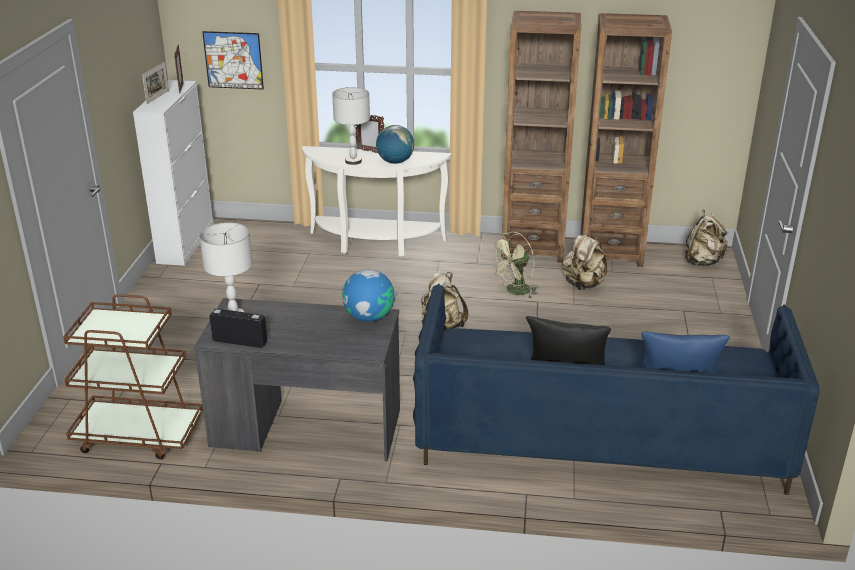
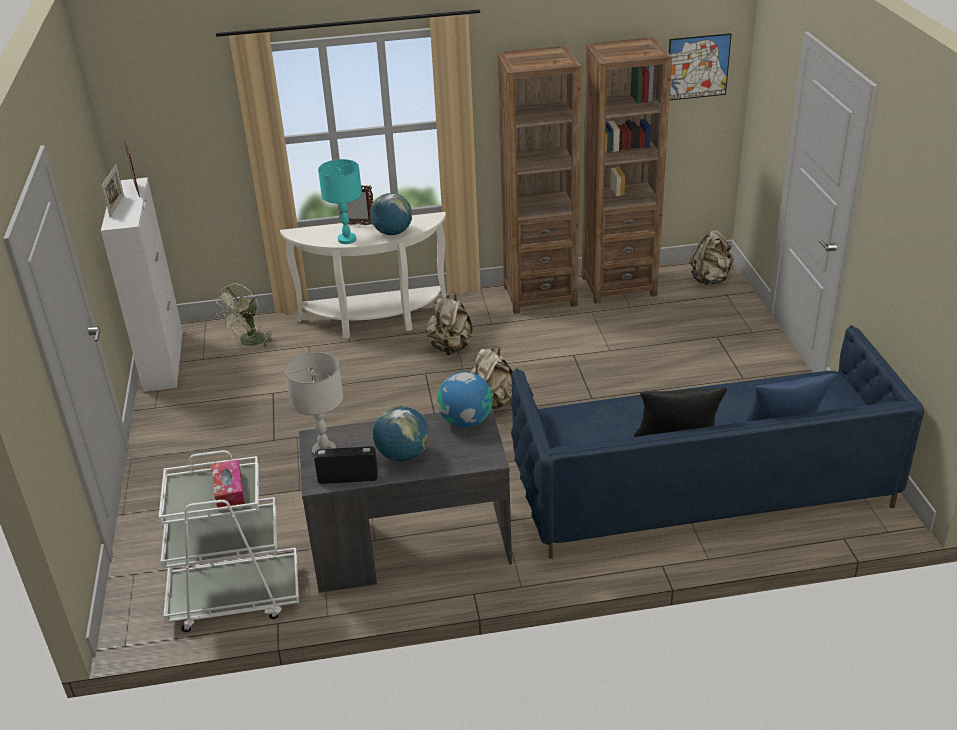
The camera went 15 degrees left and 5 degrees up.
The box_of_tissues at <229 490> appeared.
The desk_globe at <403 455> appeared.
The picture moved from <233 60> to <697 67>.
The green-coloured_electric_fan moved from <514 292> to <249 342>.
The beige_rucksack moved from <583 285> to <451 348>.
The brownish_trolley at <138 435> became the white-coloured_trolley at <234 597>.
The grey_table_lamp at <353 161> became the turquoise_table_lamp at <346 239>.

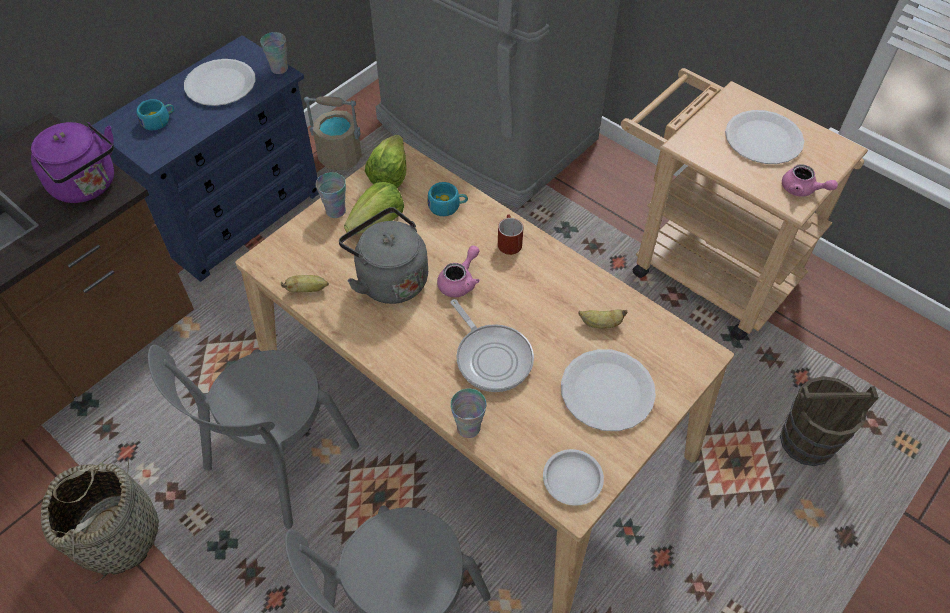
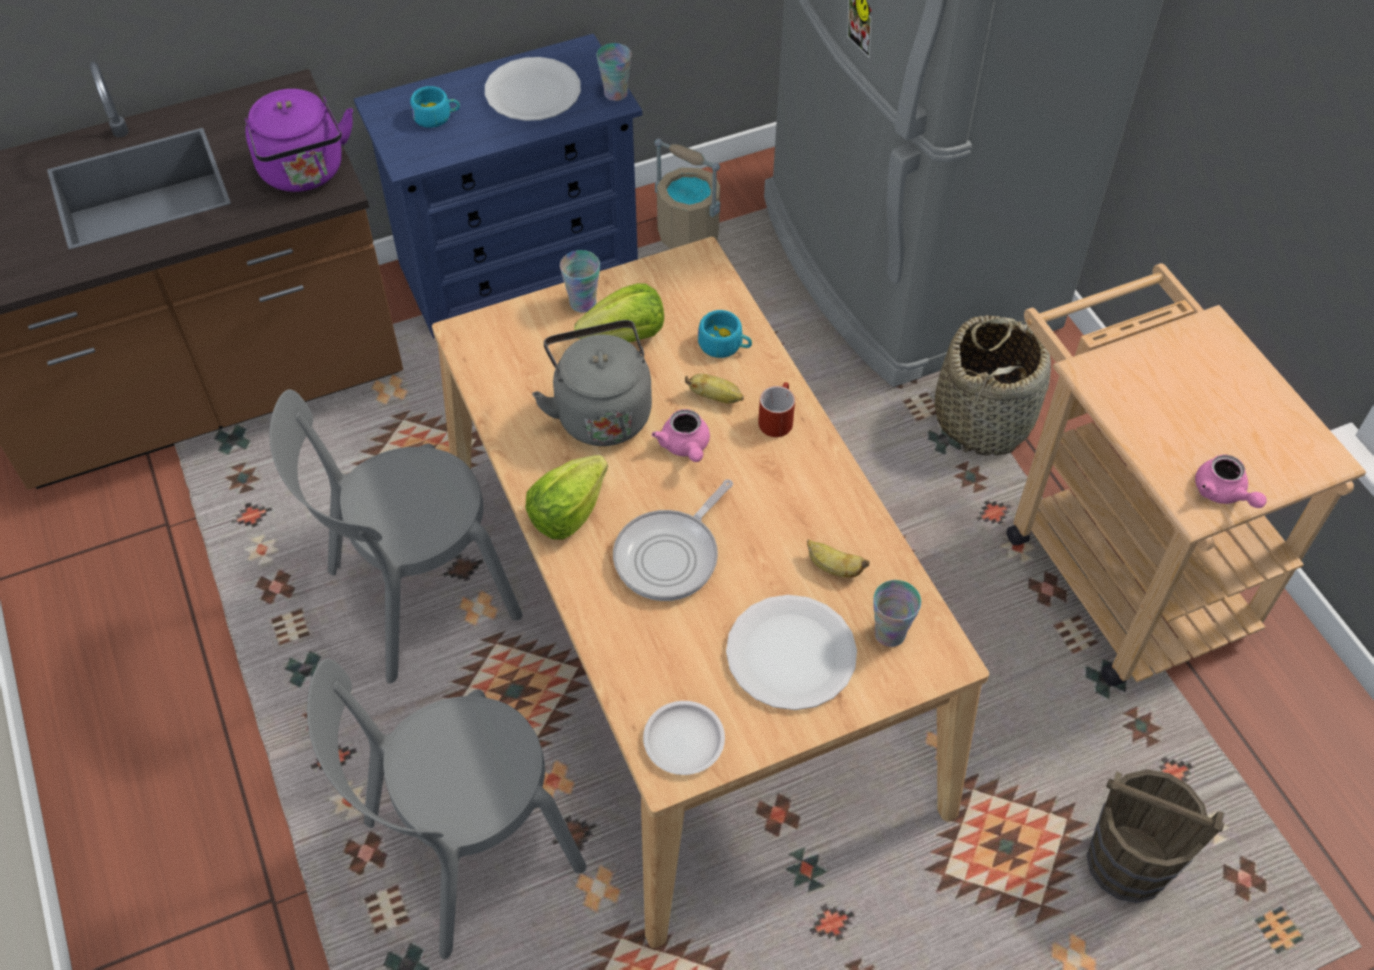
The camera went 25 degrees right and 0 degrees up.
The white-coloured_flat_dish at <763 139> disappeared.
The basket moved from <118 534> to <984 418>.
The banana_fruit moved from <307 290> to <715 397>.
The lettuce moved from <389 175> to <568 512>.
The cup moved from <468 427> to <890 633>.
The pink_tea_pot at <460 281> turned 105 degrees clockwise.
The frying_pan at <492 357> turned 45 degrees clockwise.

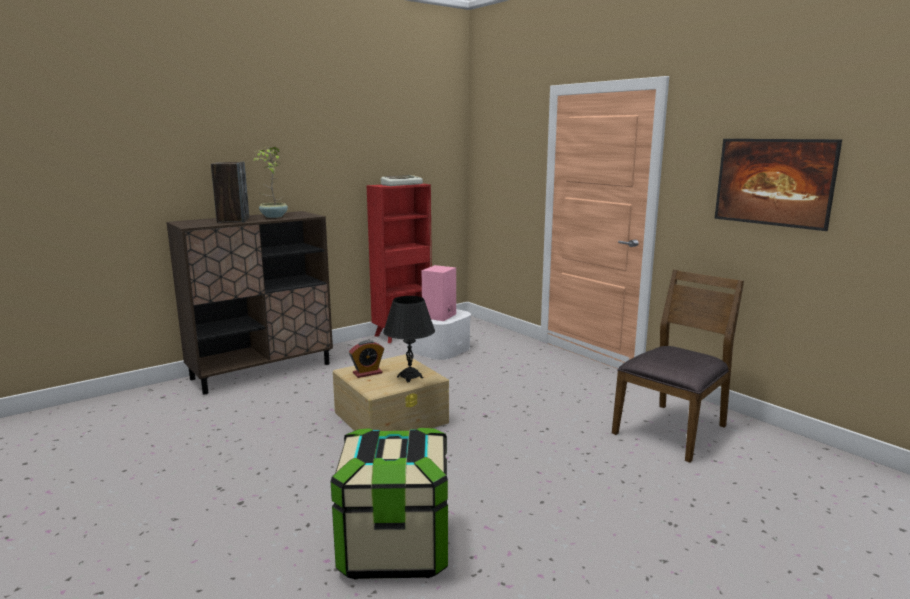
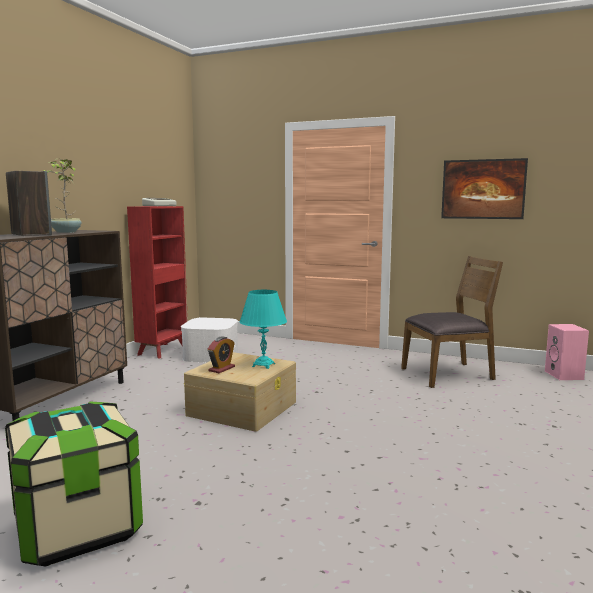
The camera went 30 degrees left and 5 degrees down.
The storage_container moved from <395 547> to <78 528>.
The pink_audio_speaker moved from <439 316> to <565 375>.
The black_table_lamp at <410 377> became the turquoise_table_lamp at <263 365>.
The brownish_chair at <672 430> turned 60 degrees clockwise.

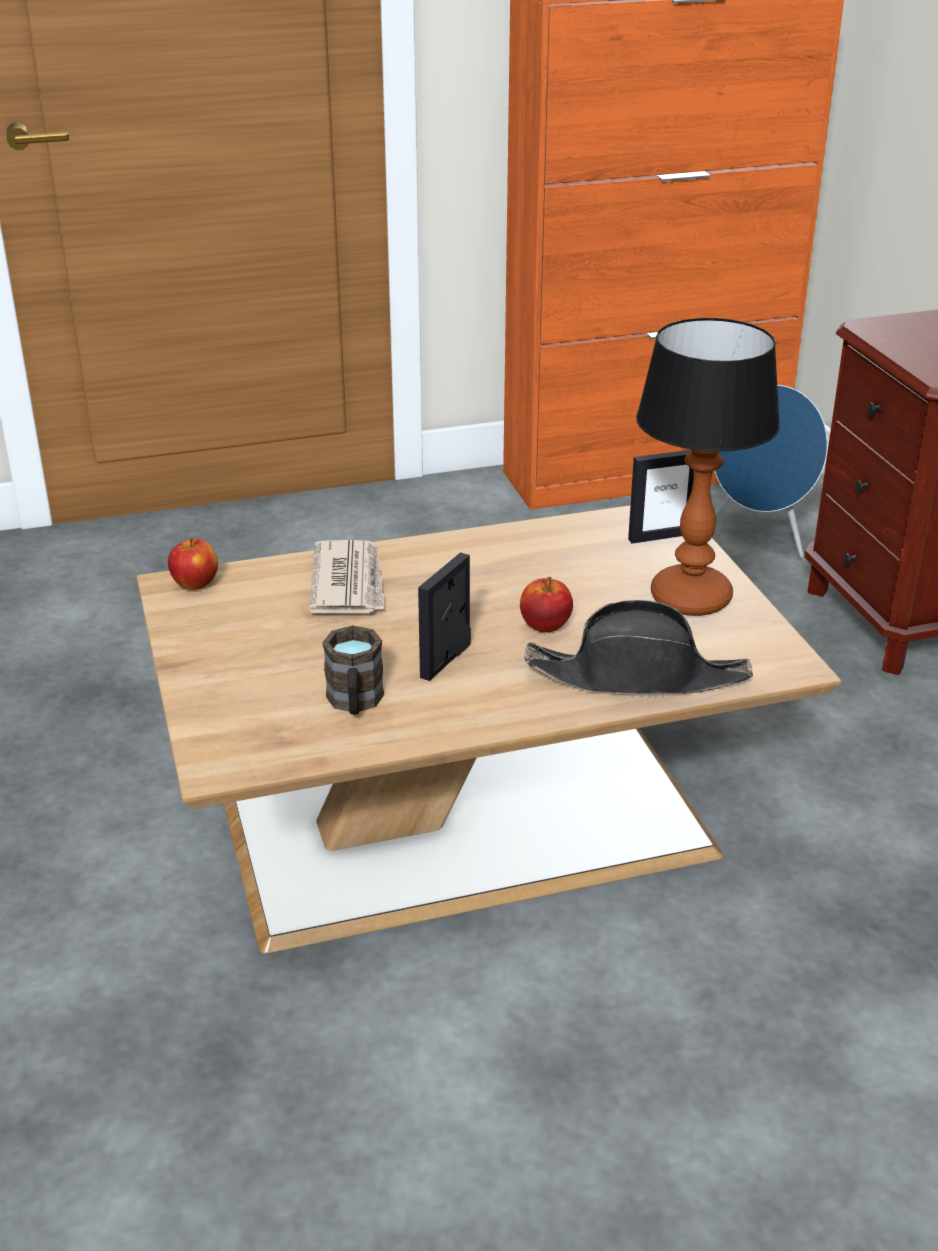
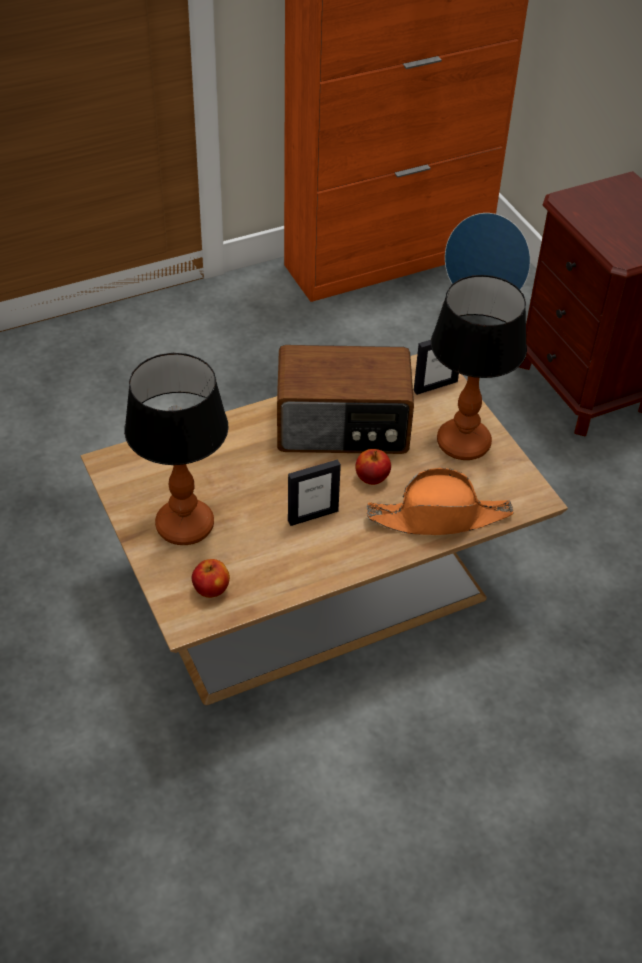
The camera went 10 degrees left and 15 degrees up.
The printed_paper at <349 582> disappeared.
The brownish_coffee_mug at <355 703> disappeared.
The table_lamp at <183 526> appeared.
The radio at <343 427> appeared.
The apple moved from <195 584> to <211 589>.
The black_hat at <638 676> became the orange_hat at <439 517>.
The photo_frame at <446 661> turned 135 degrees counterclockwise.

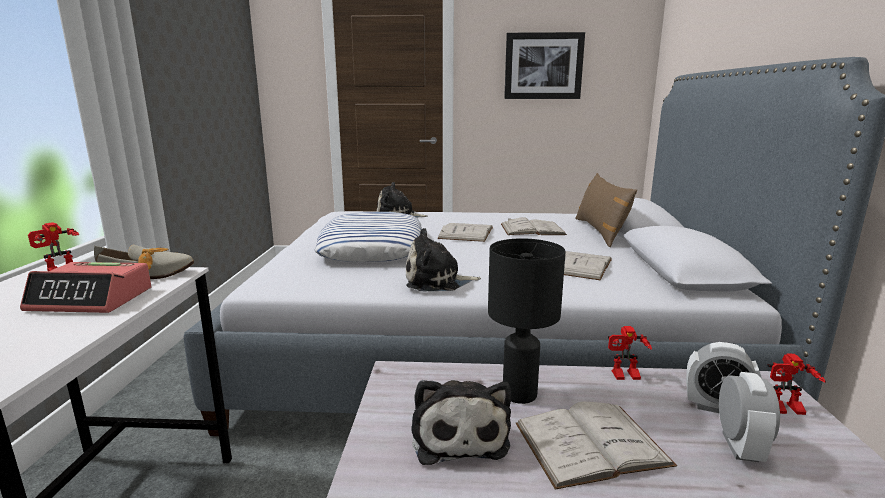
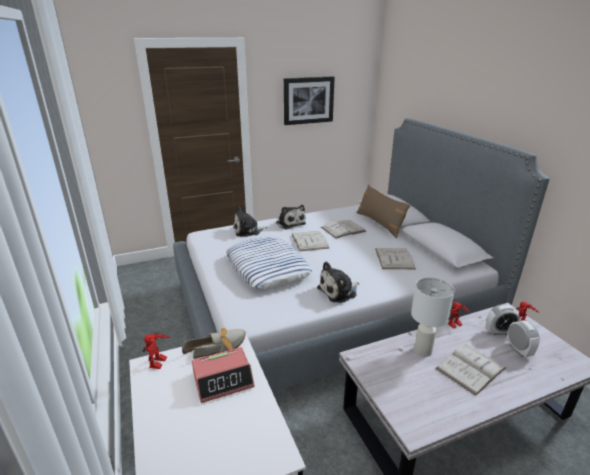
The camera went 25 degrees left and 10 degrees up.
The soft_toy moved from <459 434> to <290 223>.
The black_table_lamp at <520 394> became the white-coloured_table_lamp at <423 351>.

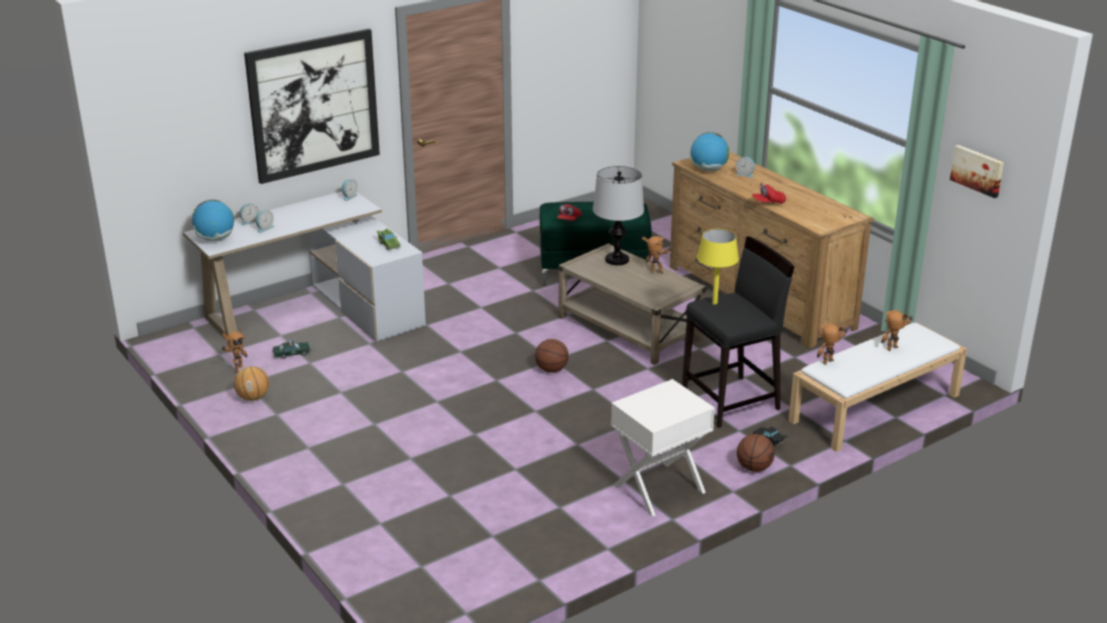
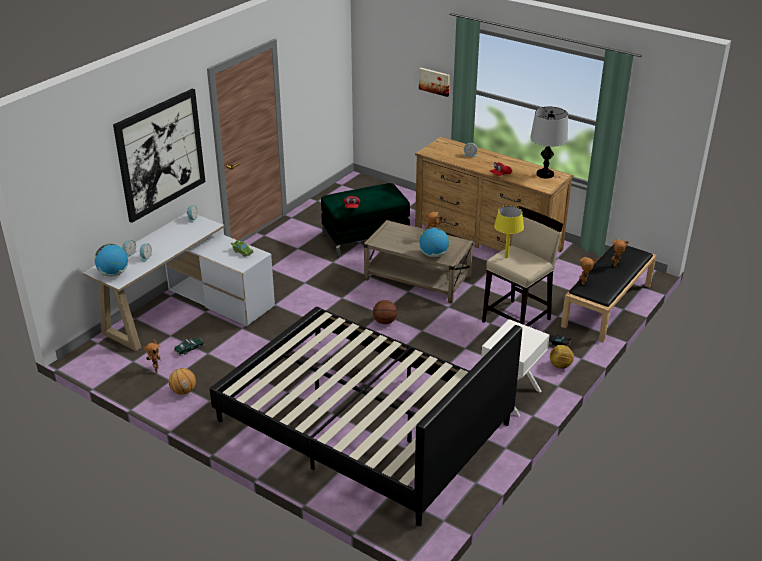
The camera went 20 degrees left and 5 degrees up.
The black_sleeping_bed at <363 423> appeared.
The table_lamp moved from <617 260> to <545 174>.
The desk_globe moved from <708 170> to <433 255>.
The picture moved from <978 170> to <434 81>.
The basketball at <754 467> was replaced by the football at <560 365>.
The black_stool at <731 402> became the beige_stool at <517 320>.
The white-coloured_long_seat at <874 408> became the black_long_seat at <607 306>.

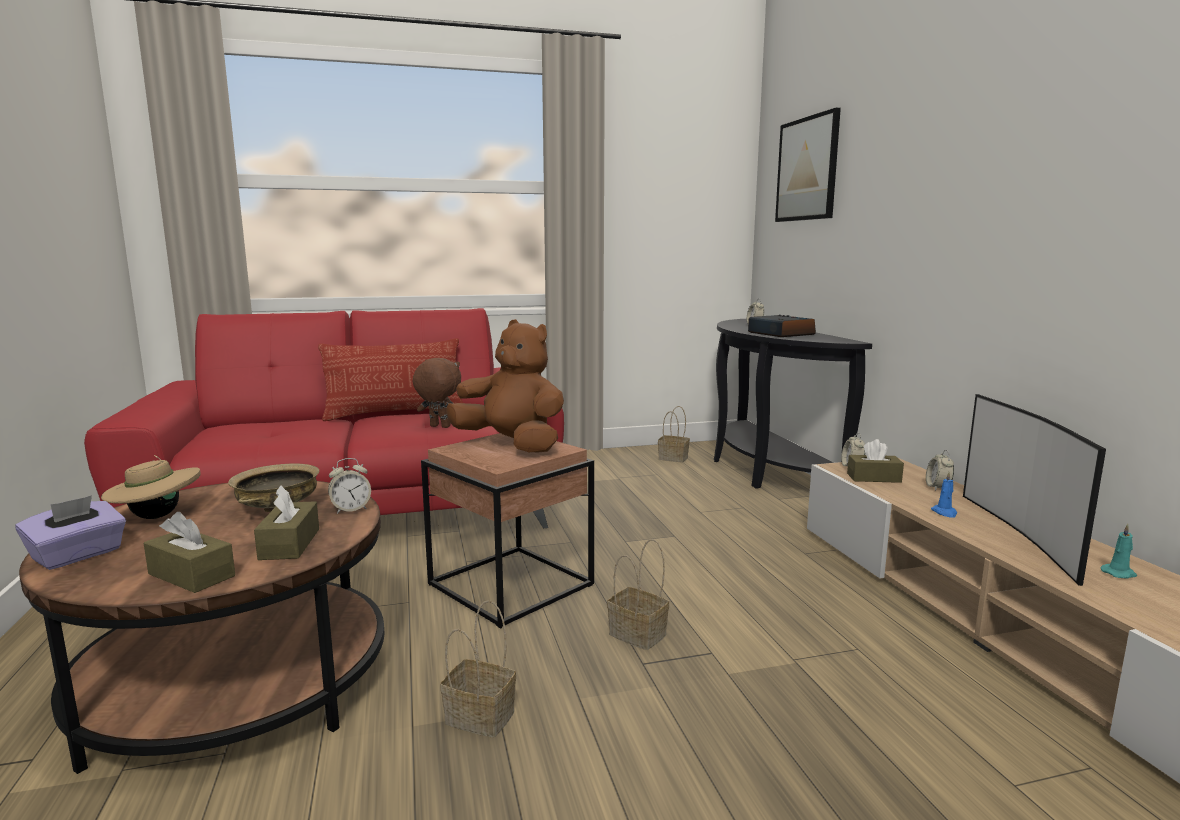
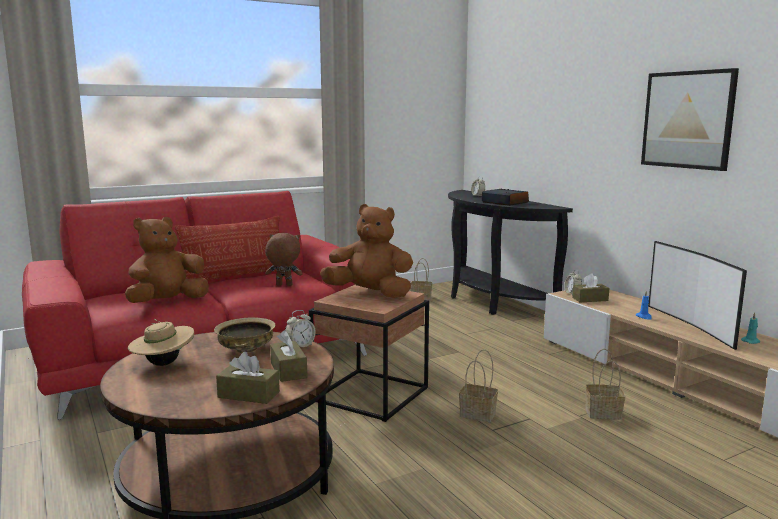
The camera went 15 degrees left and 0 degrees up.
The purplish_box_of_tissues at <78 555> disappeared.
The bedside_clock at <937 488> disappeared.
The brownish_soft_toy at <167 302> appeared.
The basket moved from <477 717> to <602 413>.
The picture moved from <807 169> to <687 120>.

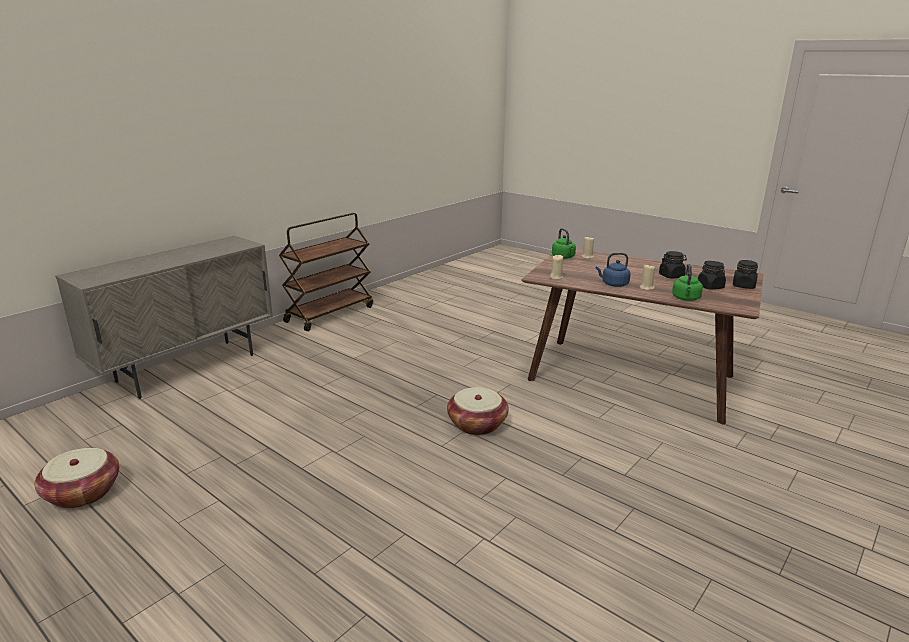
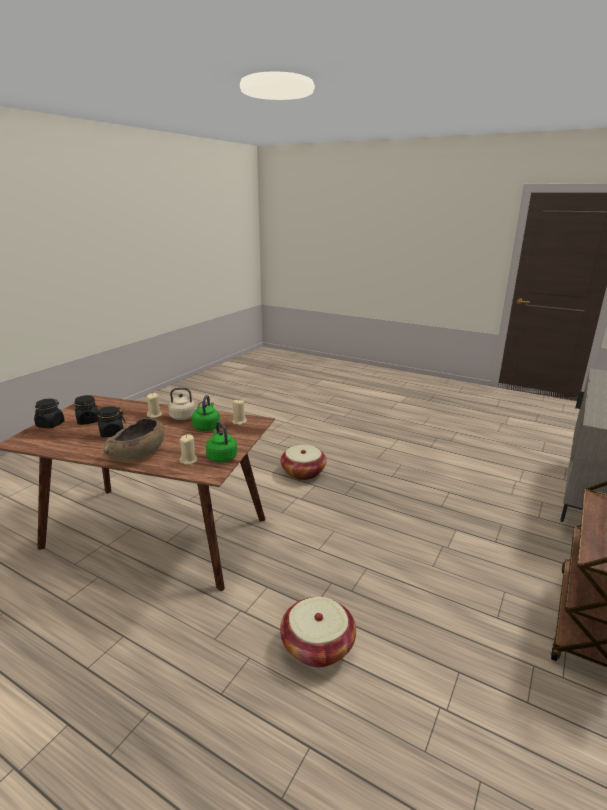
The camera went 170 degrees right and 0 degrees up.
The brownish_deep_dish at <137 453> appeared.
The basket moved from <83 493> to <317 645>.
The green-coloured_kettle moved from <686 299> to <207 426>.
The blue-coloured_kettle at <613 284> became the beige_kettle at <184 417>.

